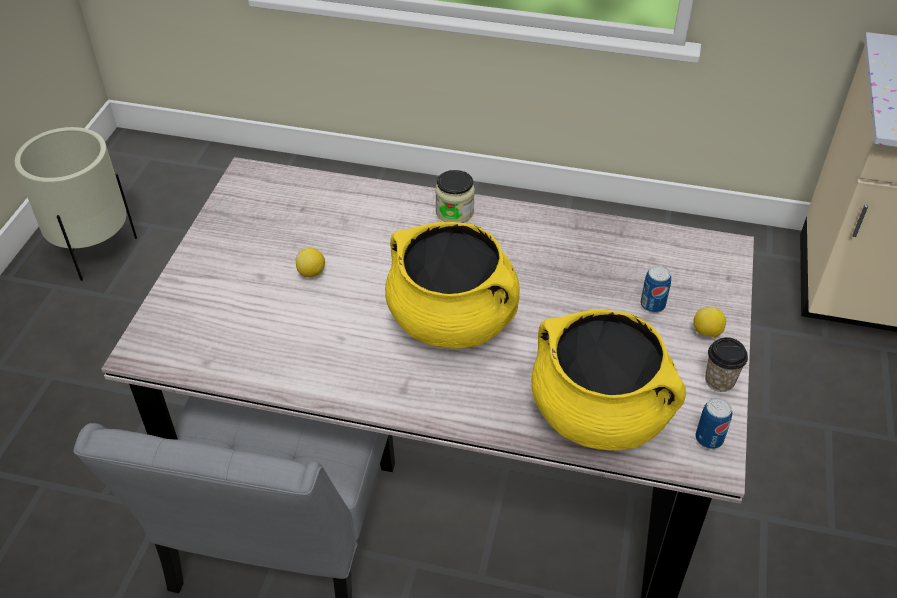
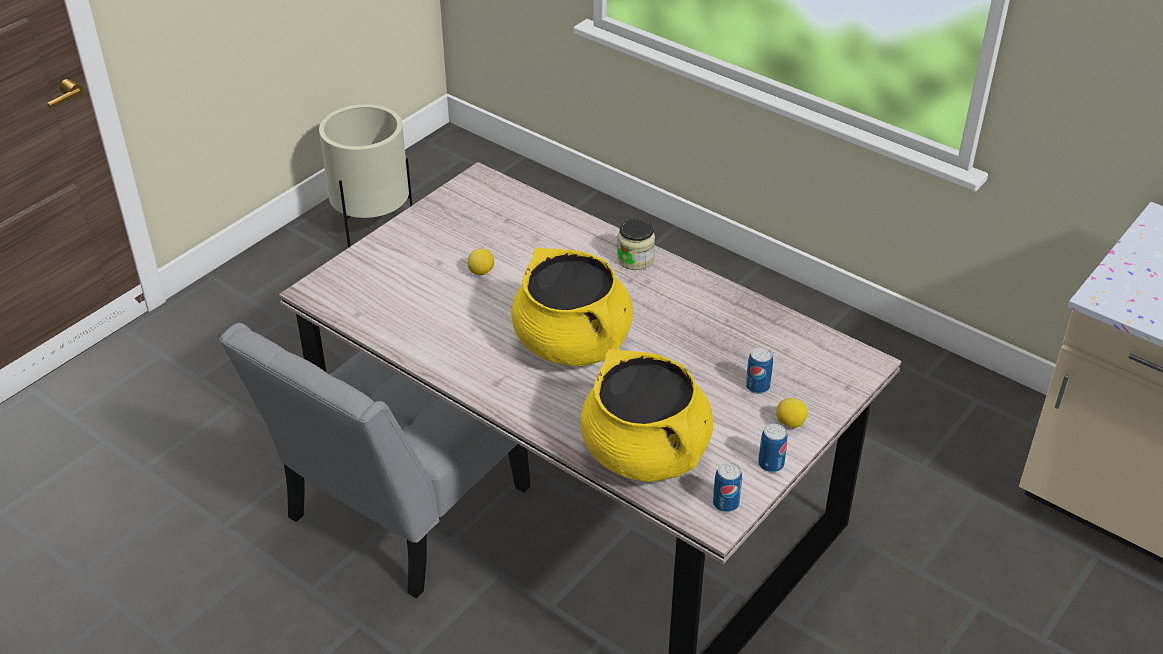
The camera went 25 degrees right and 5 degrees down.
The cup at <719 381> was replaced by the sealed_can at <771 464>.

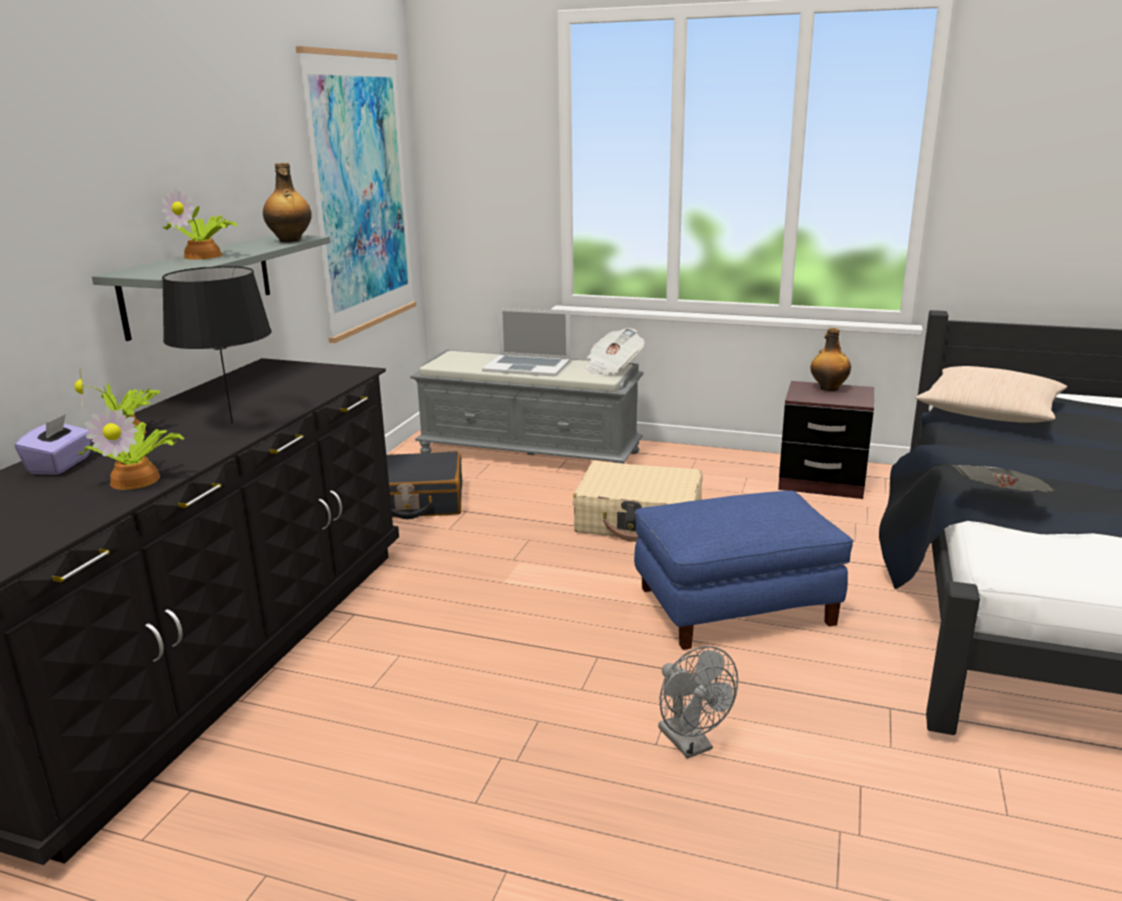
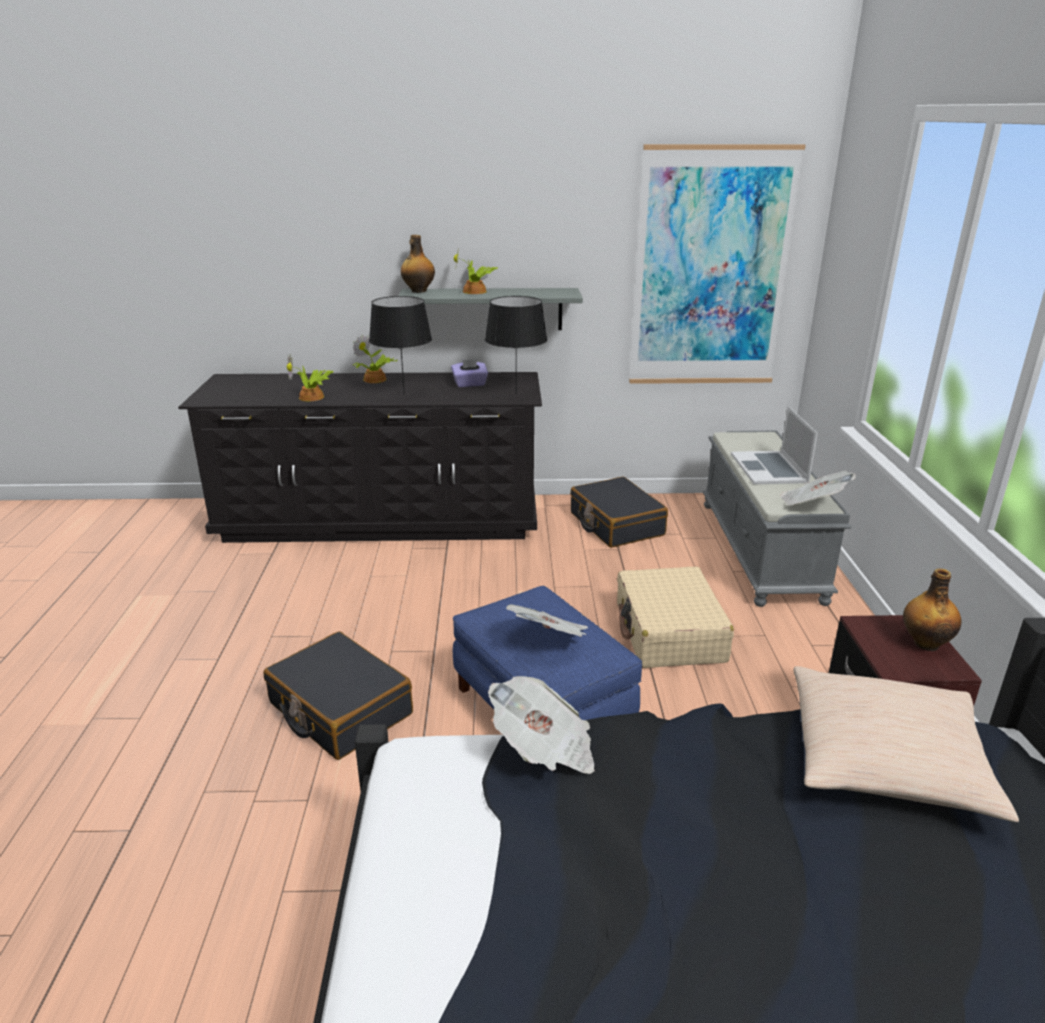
The camera went 70 degrees right and 5 degrees up.
The black_table_lamp at <515 393> appeared.
The printed_paper at <550 639> appeared.
The purplish_box_of_tissues moved from <61 465> to <470 384>.
The drink_bottle moved from <290 241> to <418 291>.
The grey_electric_fan at <691 744> was replaced by the black_piece_of_luggage at <339 709>.

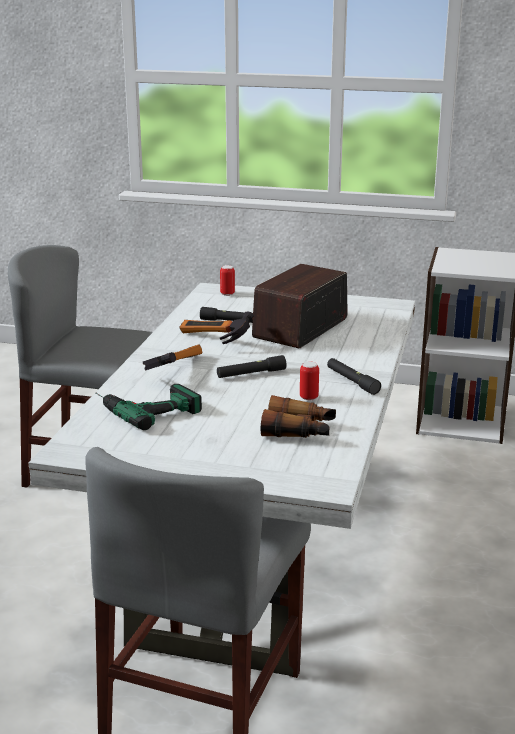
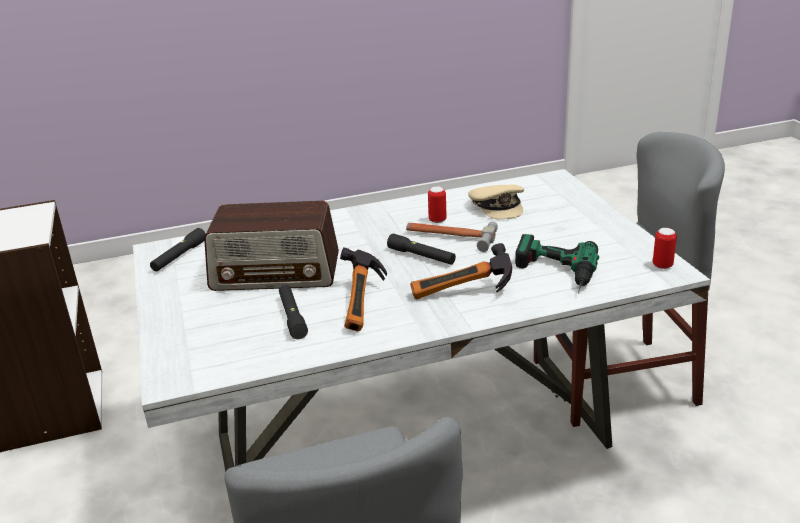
The camera went 120 degrees left and 5 degrees up.
The hammer at <450 237> appeared.
The sealed_can moved from <227 294> to <662 265>.
The black_flashlight moved from <352 381> to <179 256>.
The field_glasses at <299 430> was replaced by the beige_peaked_cap at <497 206>.

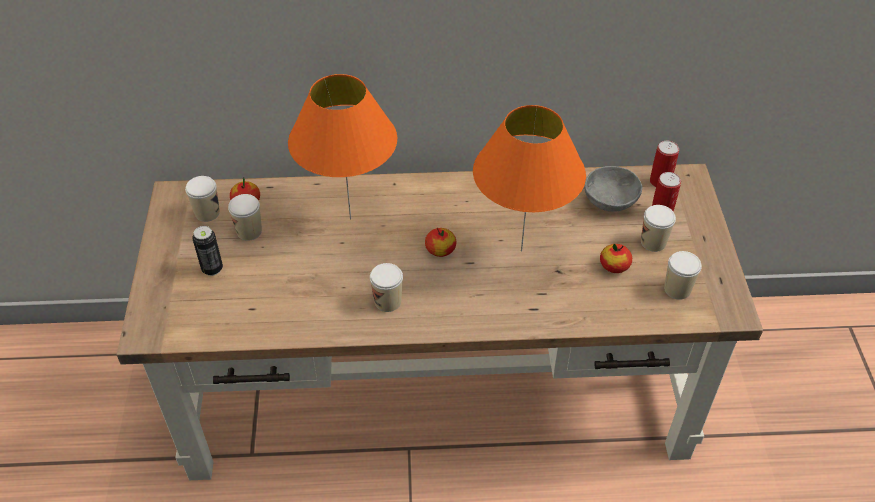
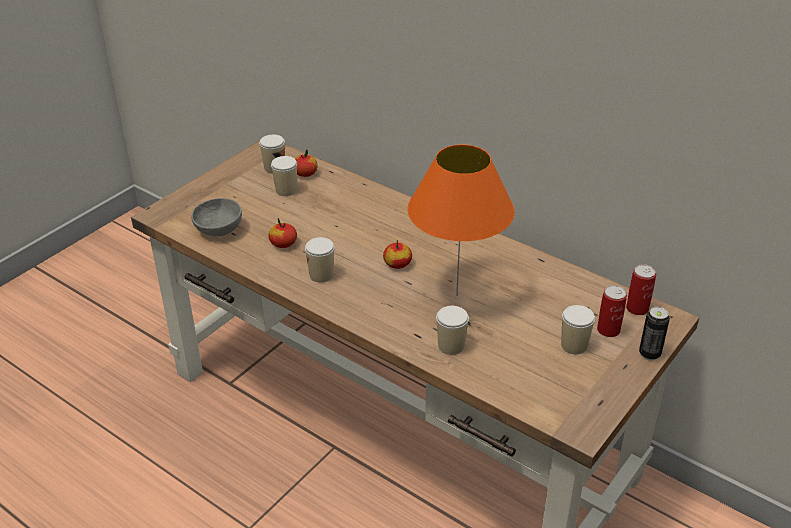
The camera went 40 degrees right and 10 degrees down.
The orange_table_lamp at <350 219> disappeared.
The sealed_can moved from <212 269> to <649 354>.
The grey_deep_dish moved from <610 202> to <218 230>.
The apple moved from <614 266> to <283 243>.
The cup moved from <677 289> to <451 346>.

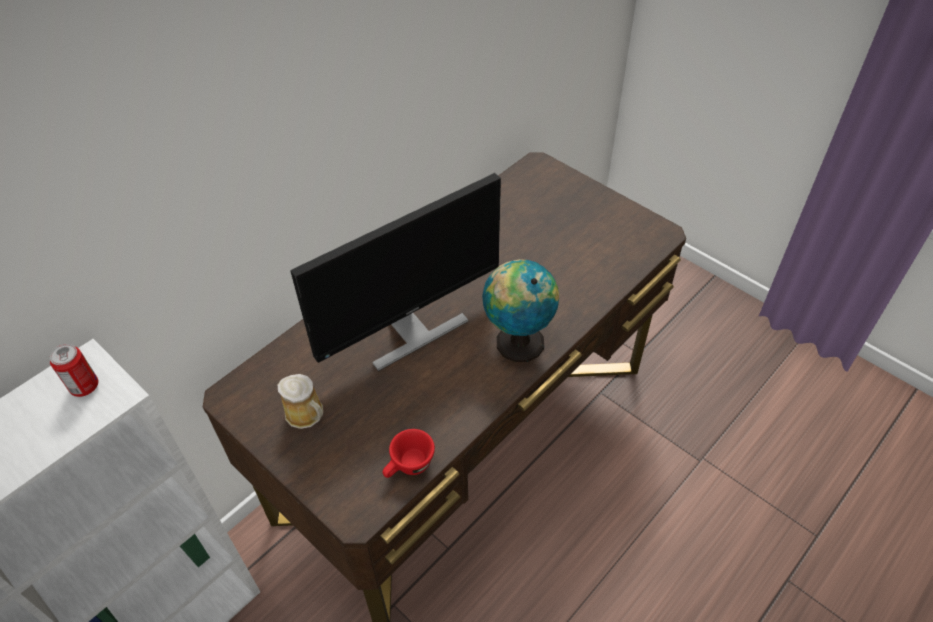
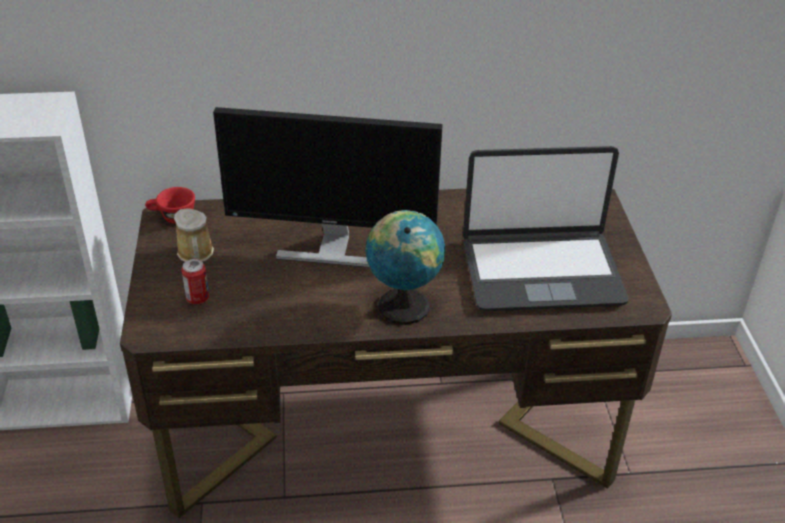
The camera went 40 degrees right and 10 degrees down.
The laptop at <541 271> appeared.
The sealed_can moved from <85 386> to <197 298>.
The reddish_cup moved from <408 467> to <172 217>.

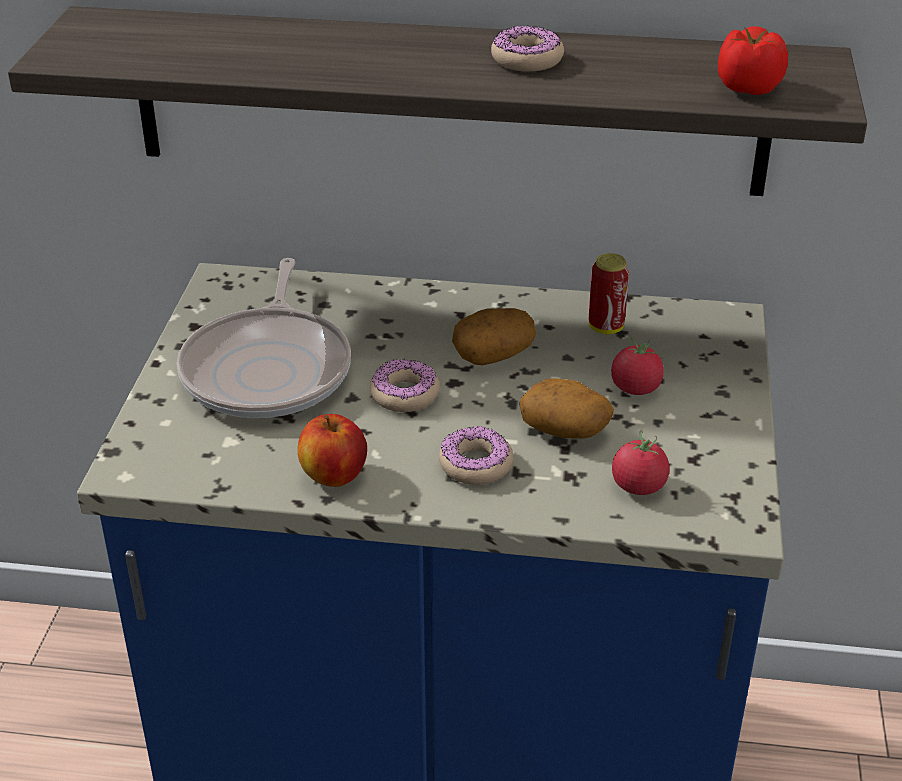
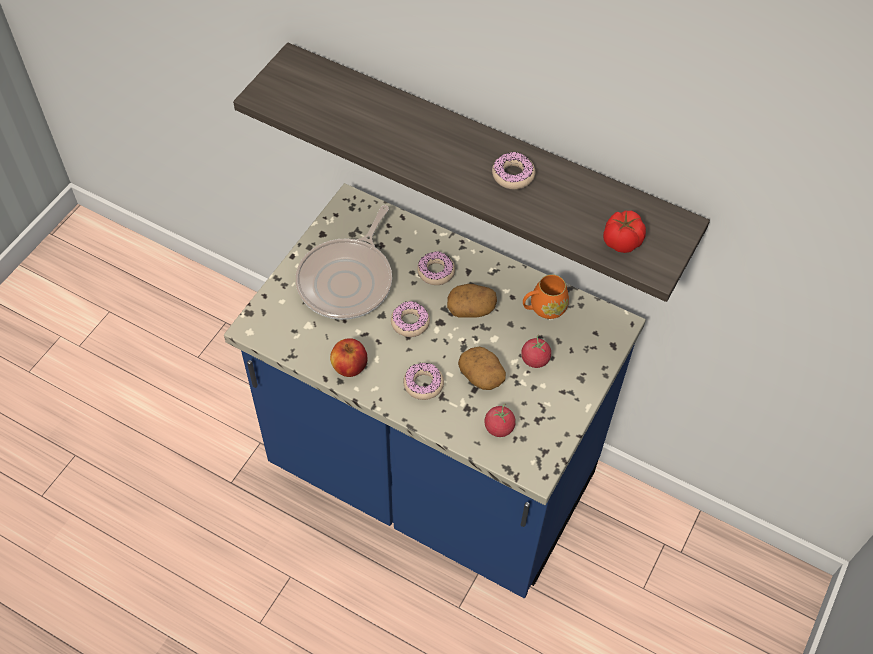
The camera went 20 degrees right and 20 degrees up.
The ring_doughnut at <436 272> appeared.
The sealed_can at <605 327> was replaced by the orange_coffee_mug at <543 308>.

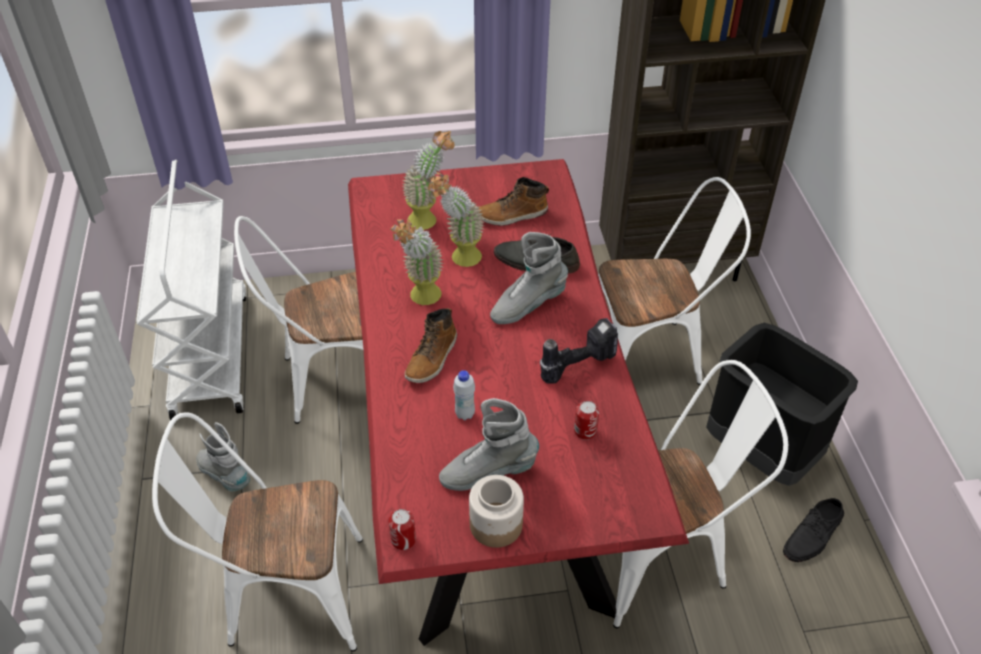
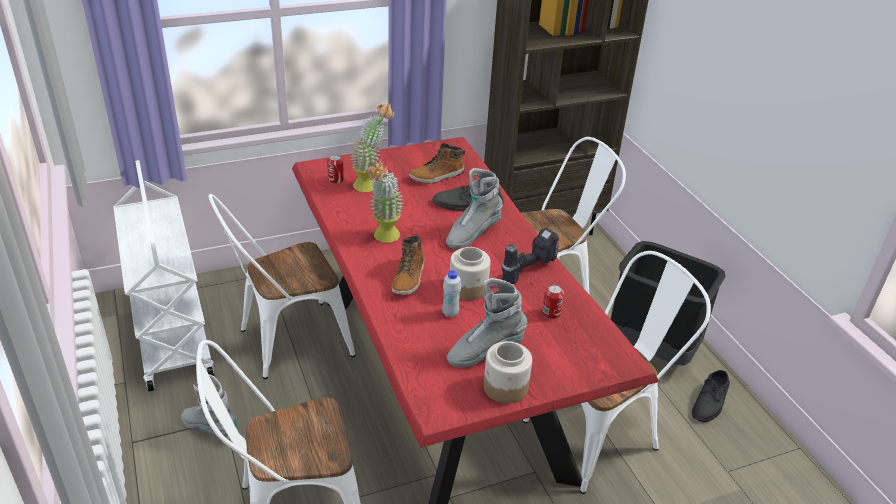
The camera went 15 degrees left and 10 degrees down.
The potted_plant at <459 259> disappeared.
The preserve_jar at <468 288> appeared.
The sealed_can moved from <403 539> to <336 180>.

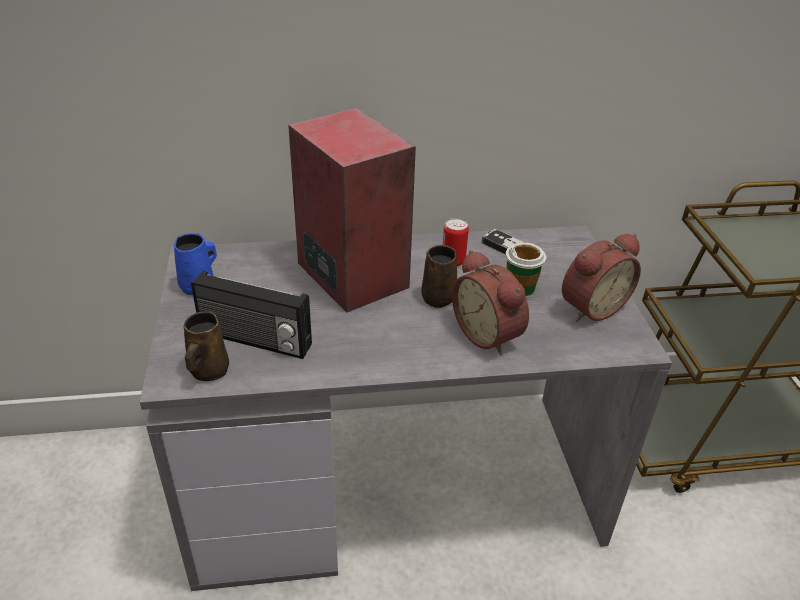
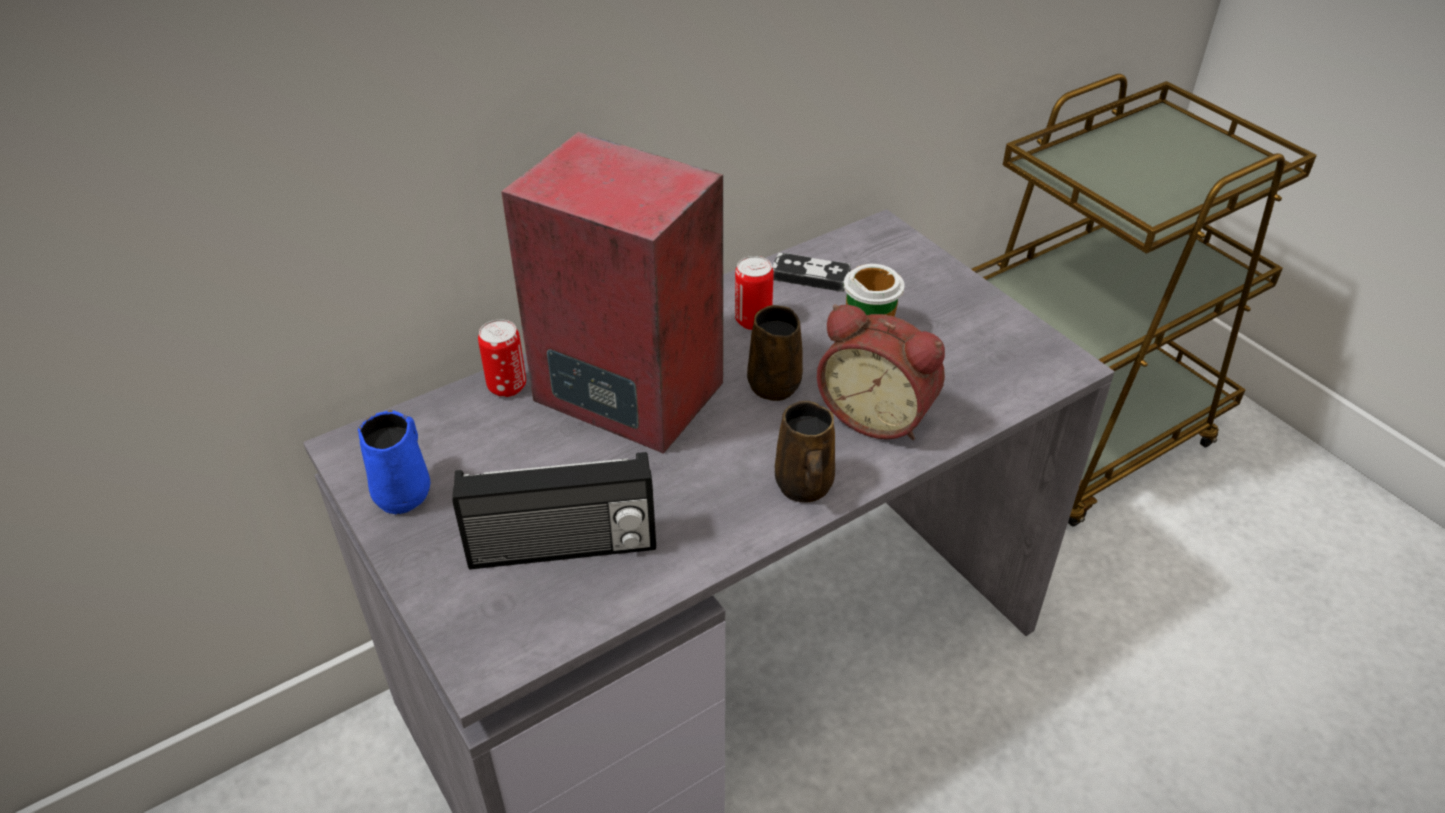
The camera went 25 degrees left and 5 degrees up.
The bedside_clock at <590 307> disappeared.
The sealed_can at <507 386> appeared.
The brownish_coffee_mug moved from <208 371> to <804 487>.

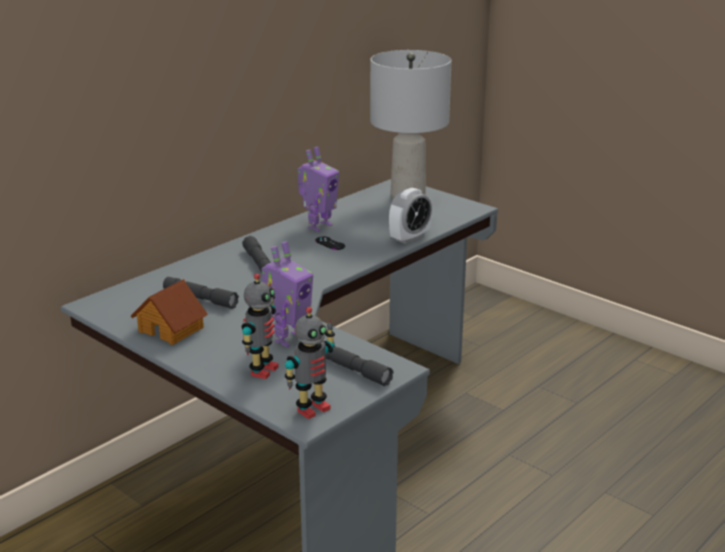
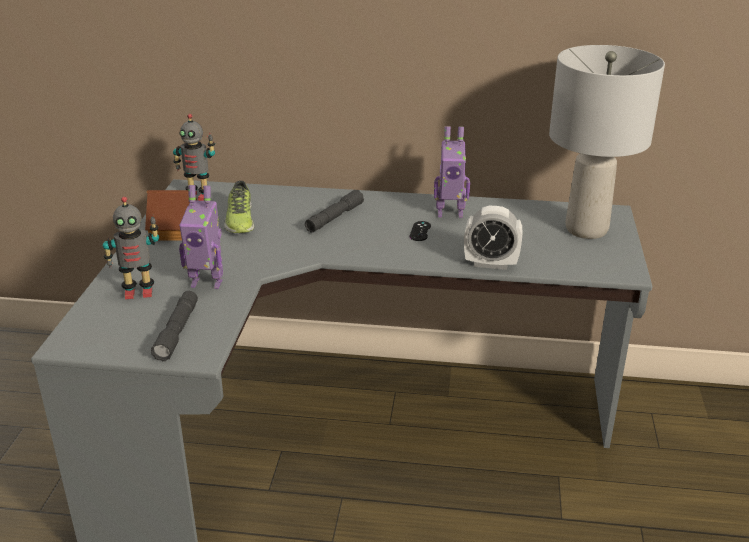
The camera went 55 degrees right and 5 degrees up.
The robot_figure moved from <312 409> to <198 196>.
The grey_flashlight at <200 299> was replaced by the shoe at <239 220>.

